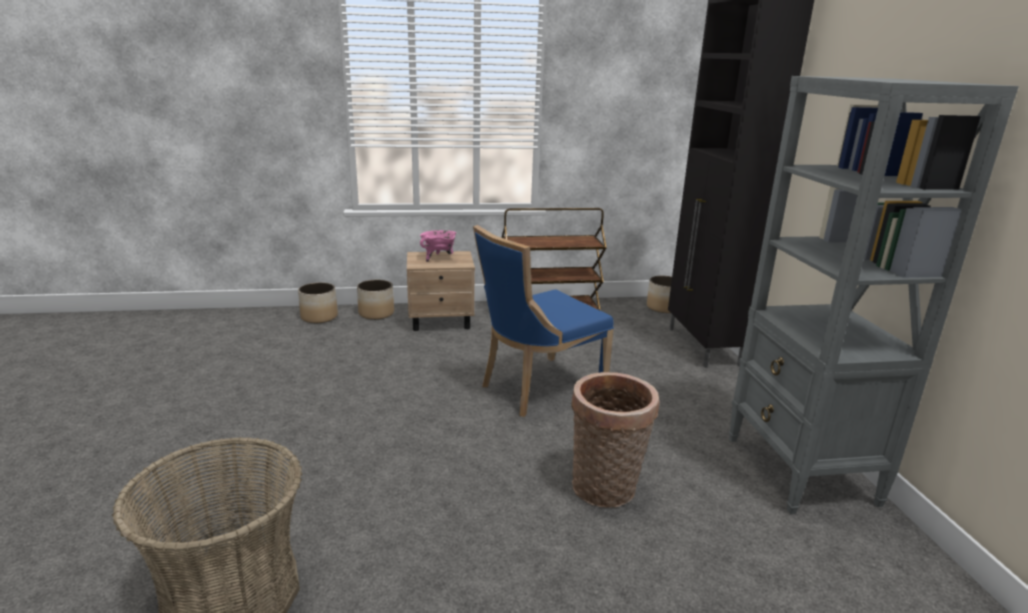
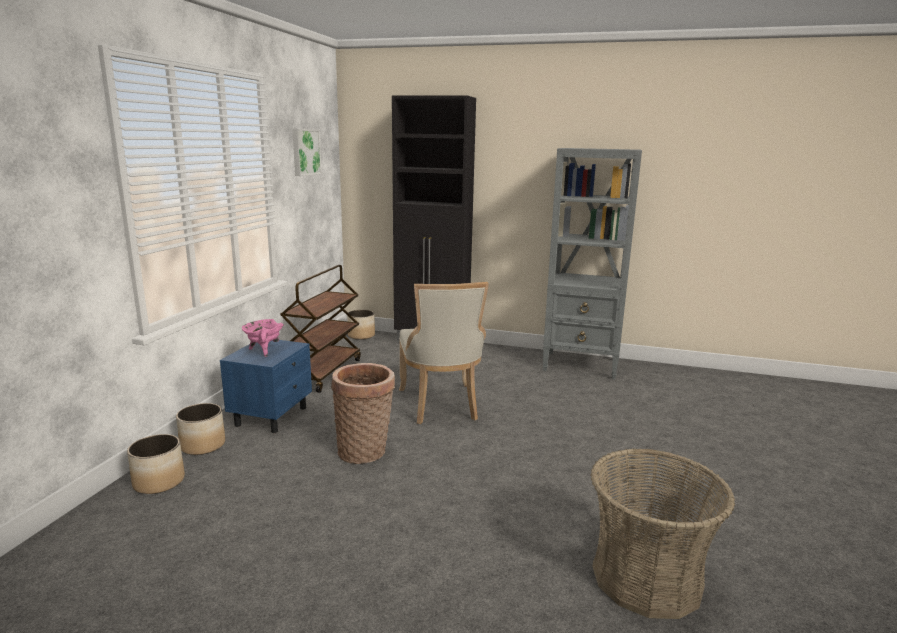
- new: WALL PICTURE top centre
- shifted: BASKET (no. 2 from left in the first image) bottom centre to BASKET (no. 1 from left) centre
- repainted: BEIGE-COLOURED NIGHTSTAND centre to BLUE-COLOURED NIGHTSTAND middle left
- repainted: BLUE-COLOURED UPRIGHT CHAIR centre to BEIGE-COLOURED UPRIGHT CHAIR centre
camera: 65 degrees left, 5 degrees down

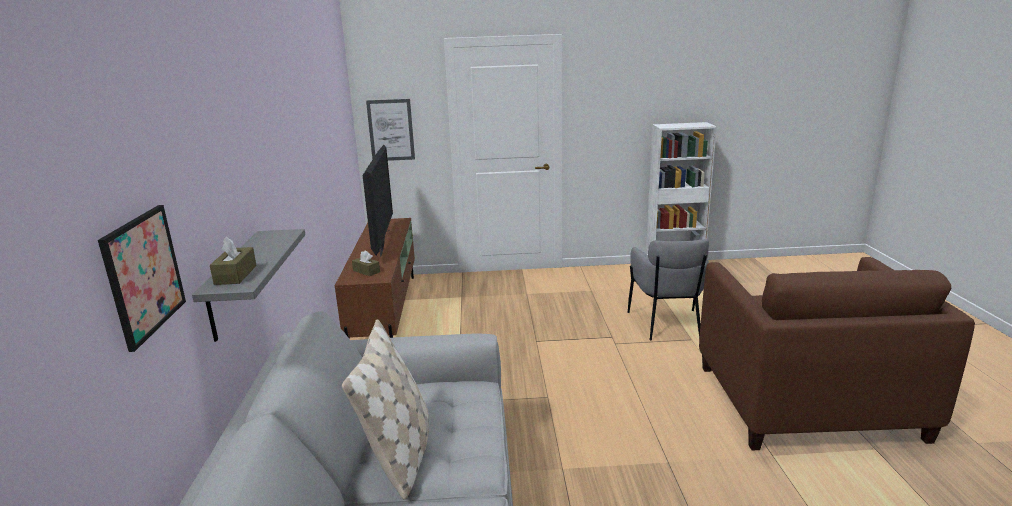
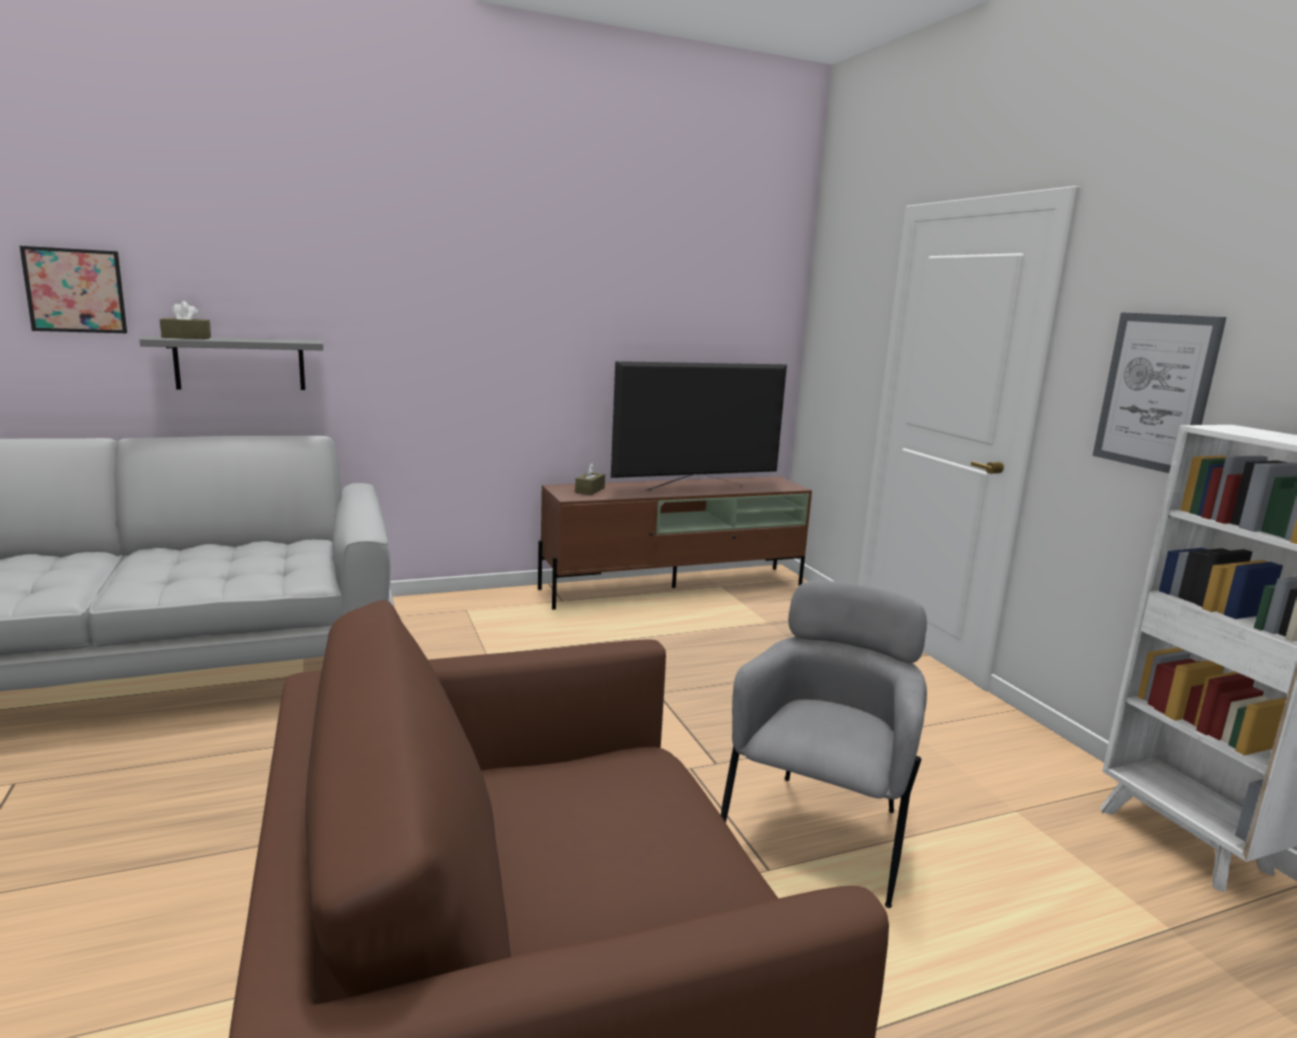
- gone: BEIGE-COLOURED CUSHION bottom centre
- shifted: WALL PICTURE (no. 2 from left) top centre to middle right
- rotated: GRAY ARMCHAIR centre = bottom centre 135 degrees clockwise
camera: 70 degrees right, 5 degrees down

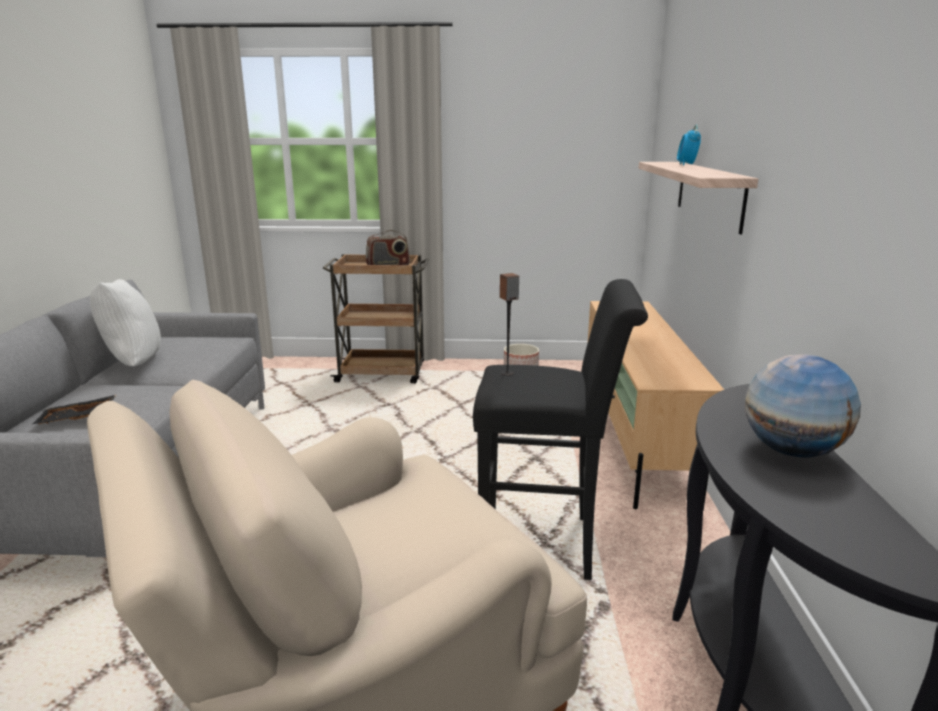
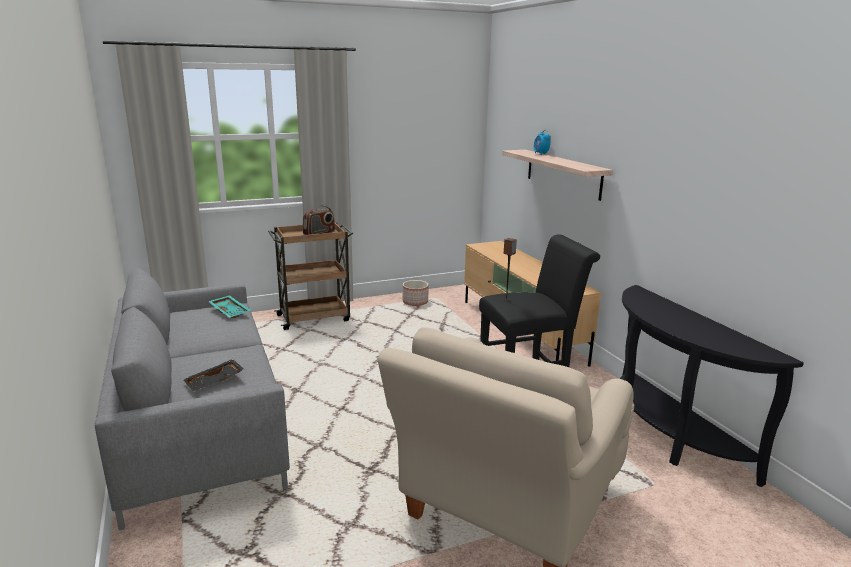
- gone: WHITISH CUSHION middle left
- gone: GLOBE middle right
- new: TURQUOISE CARRYING TRAY middle left
camera: 25 degrees left, 0 degrees up

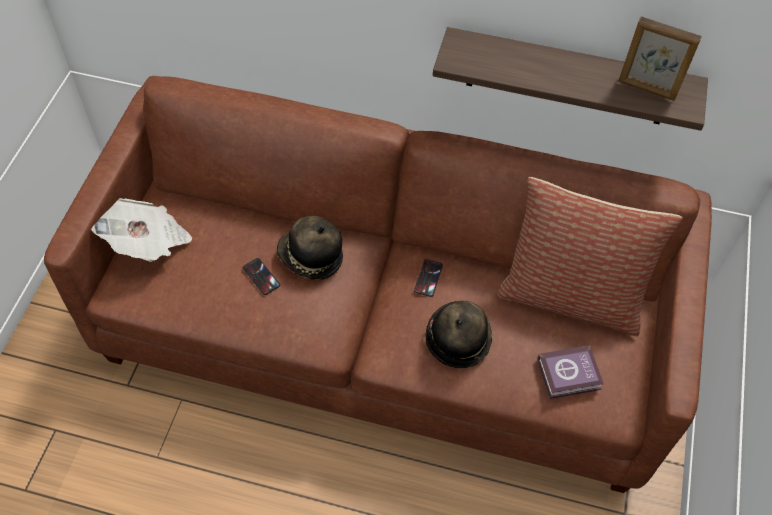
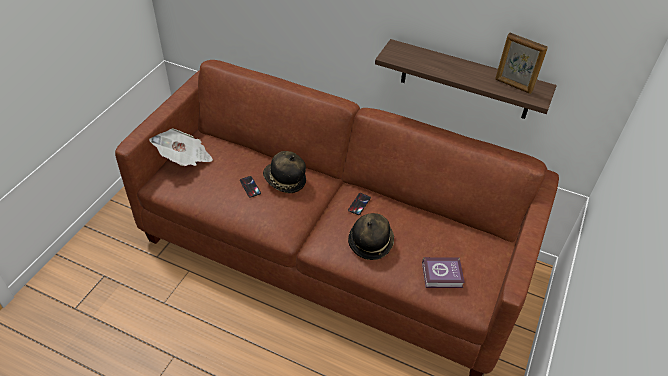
- gone: CUSHION middle right
camera: 10 degrees right, 10 degrees down

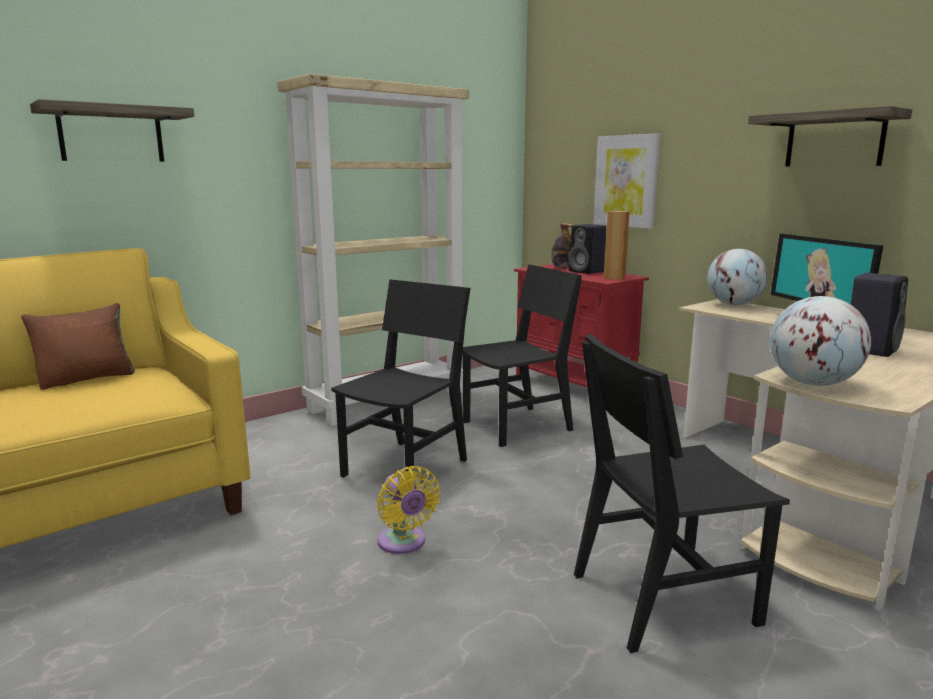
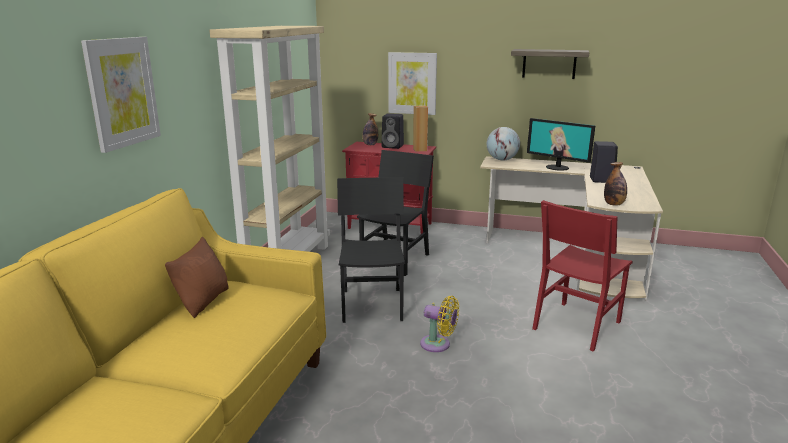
- swapped: BRACKET SHELF (no. 1 from left) top left to WALL PICTURE (no. 1 from left) top left
- swapped: GLOBE (no. 2 from left) middle right to BEVERAGE BOTTLE (no. 2 from left) middle right
- repainted: BLACK UPRIGHT CHAIR (no. 3 from left) bottom right to RED-COLOURED UPRIGHT CHAIR middle right
camera: 35 degrees left, 5 degrees up

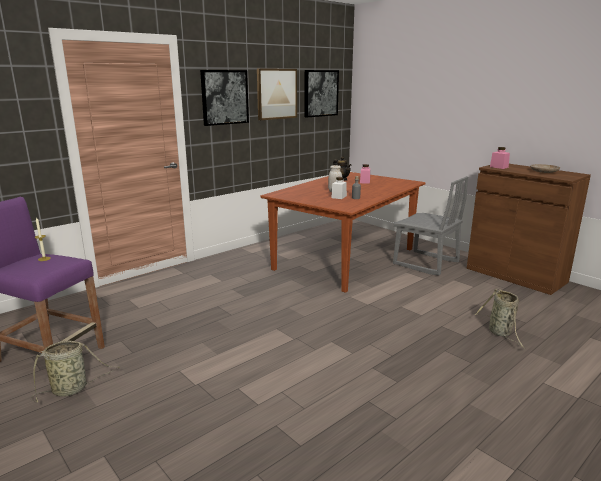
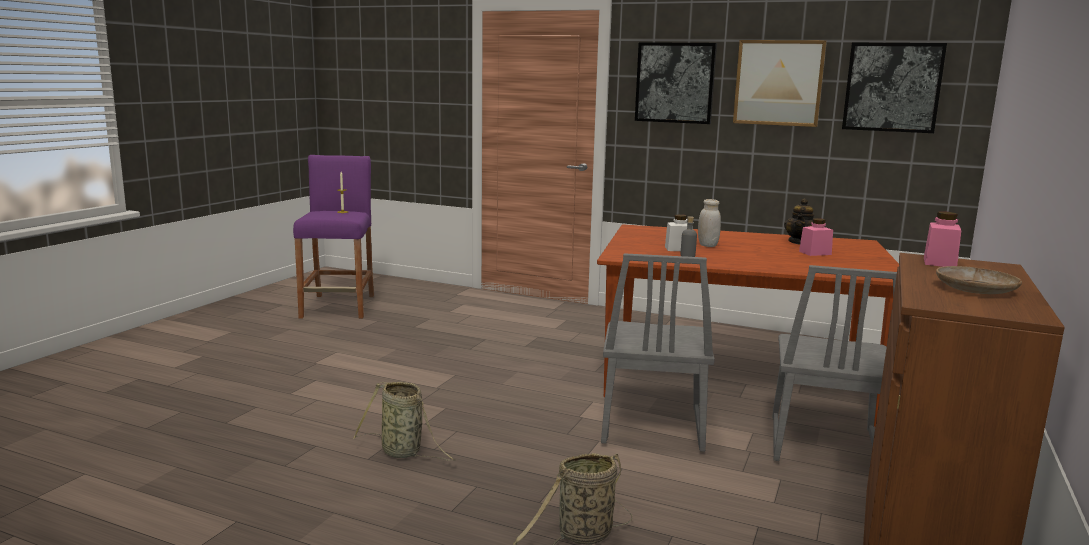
- new: GRAY UPRIGHT CHAIR (no. 1 from left) centre
- shifted: BASKET (no. 1 from left) bottom left to bottom centre
camera: 65 degrees right, 5 degrees down

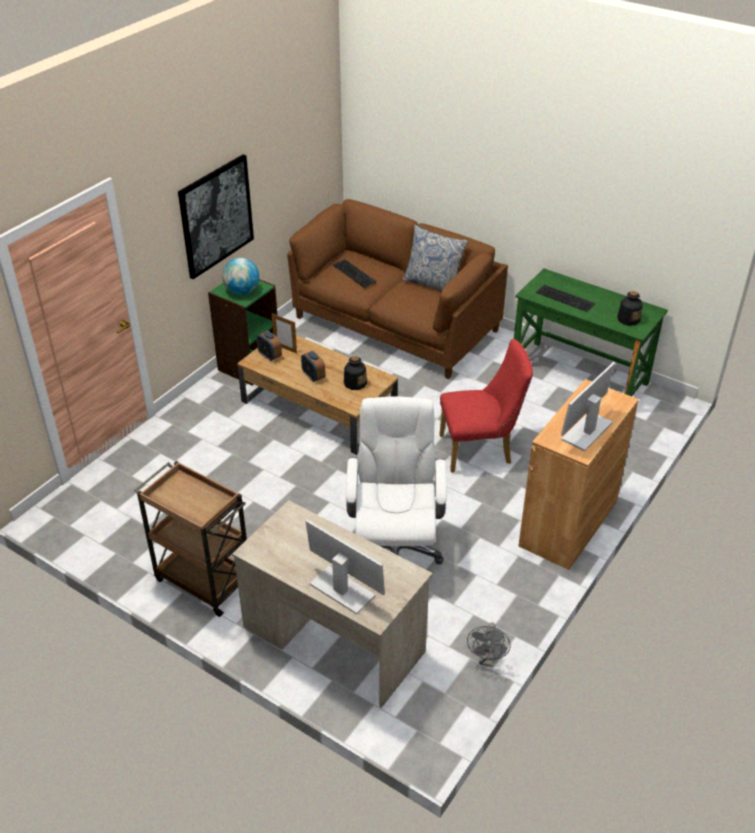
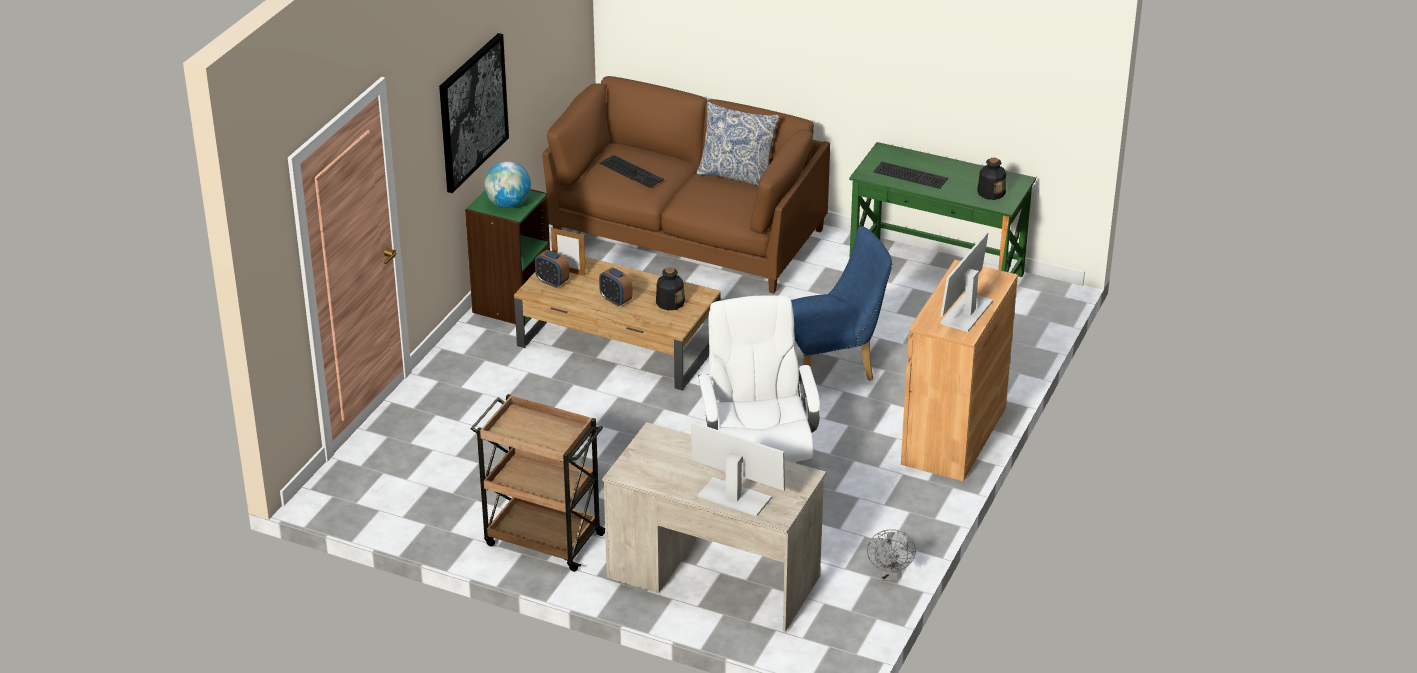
- repainted: RED-COLOURED UPRIGHT CHAIR centre to BLUE-COLOURED UPRIGHT CHAIR centre
camera: 10 degrees left, 5 degrees down

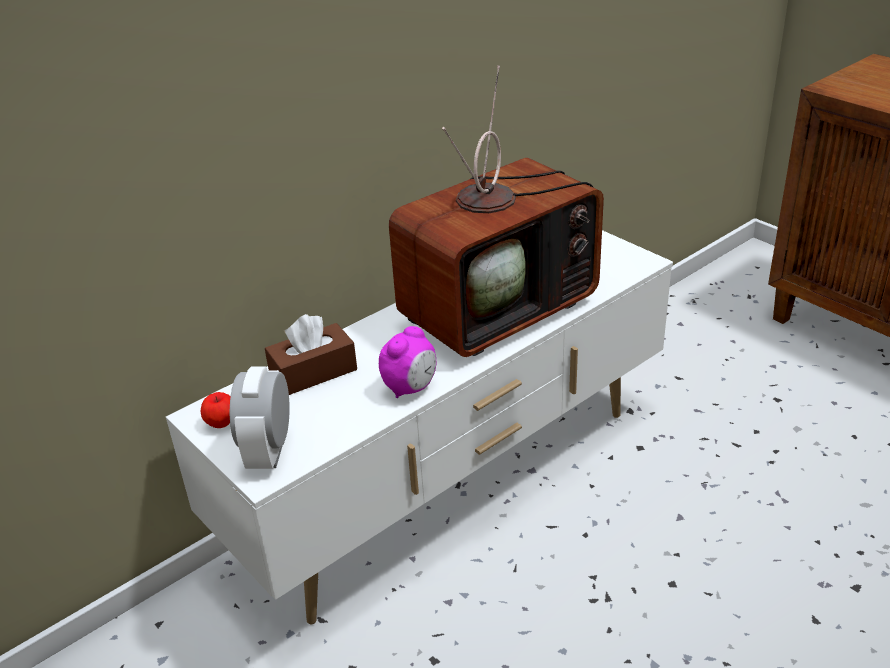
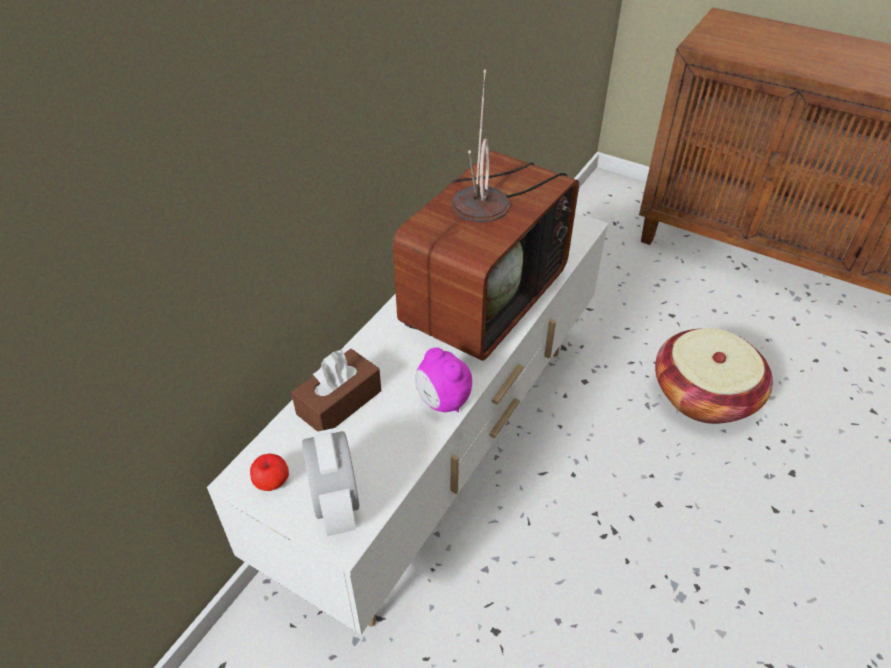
- new: BASKET middle right
- rotated: ALARM CLOCK (no. 2 from left) centre = centre 120 degrees clockwise
camera: 20 degrees left, 10 degrees up

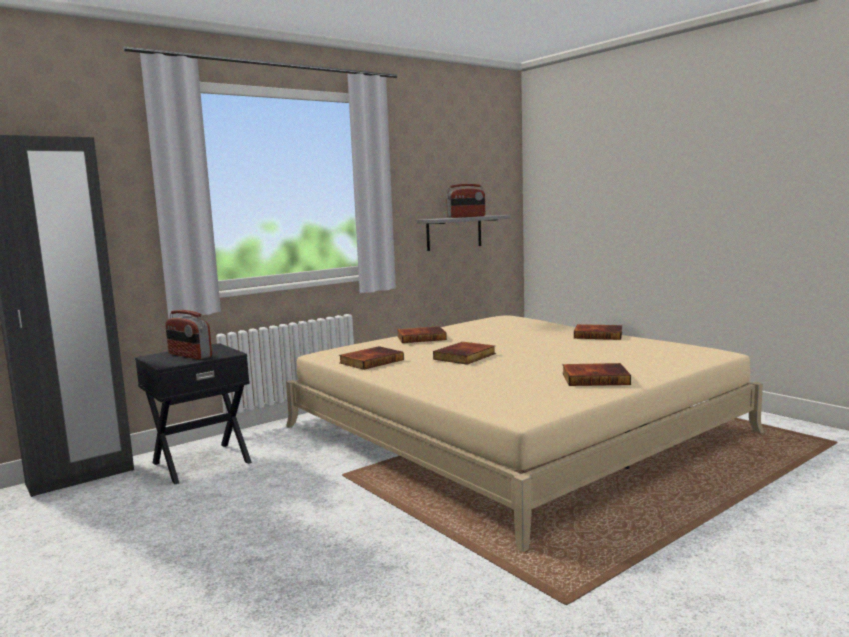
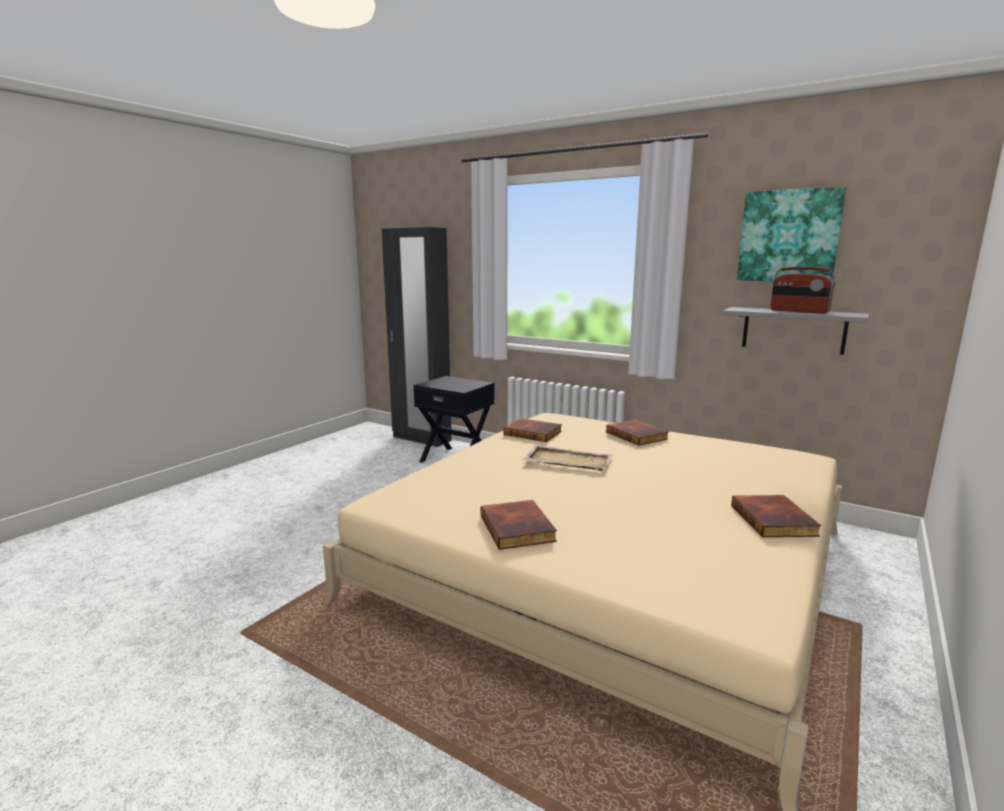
- gone: RADIO (no. 1 from left) middle left
- new: WALL PICTURE top right
- swapped: BOUND BOOK (no. 3 from left) centre to BEIGE-COLOURED CARRYING TRAY centre
camera: 70 degrees right, 5 degrees up

